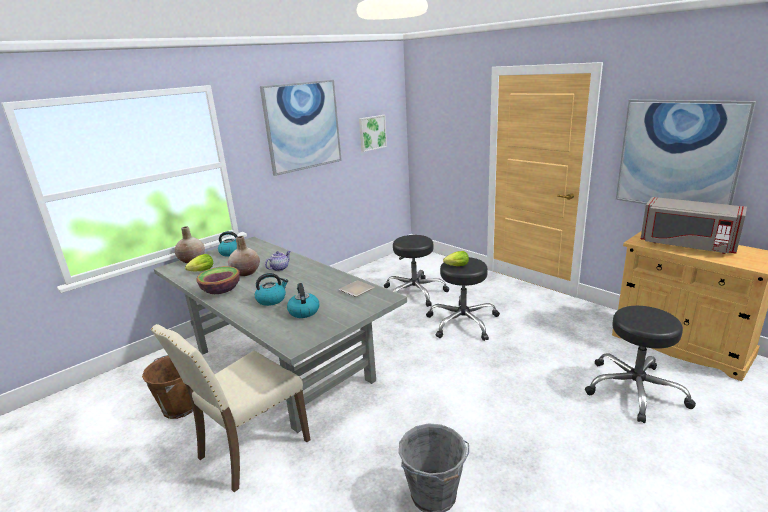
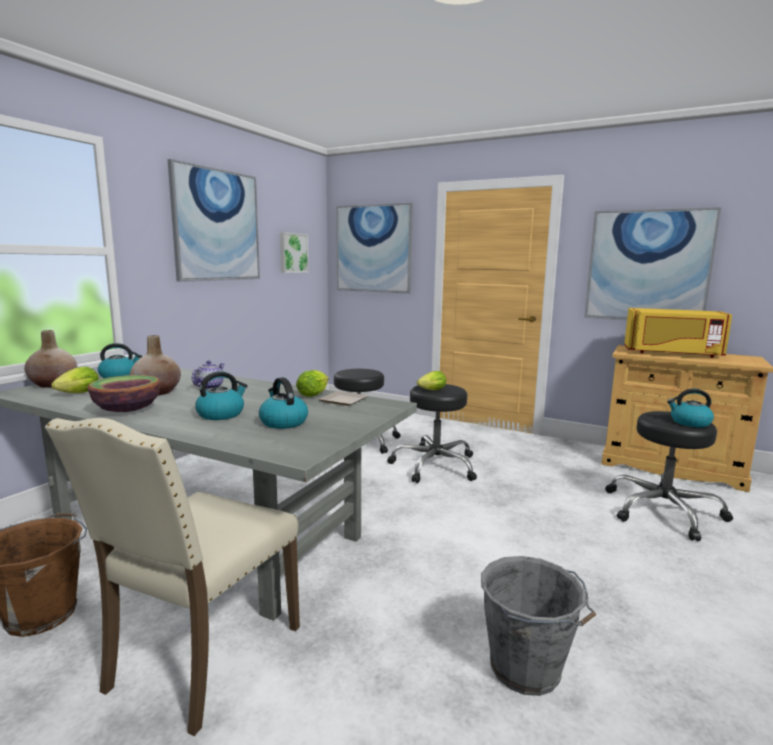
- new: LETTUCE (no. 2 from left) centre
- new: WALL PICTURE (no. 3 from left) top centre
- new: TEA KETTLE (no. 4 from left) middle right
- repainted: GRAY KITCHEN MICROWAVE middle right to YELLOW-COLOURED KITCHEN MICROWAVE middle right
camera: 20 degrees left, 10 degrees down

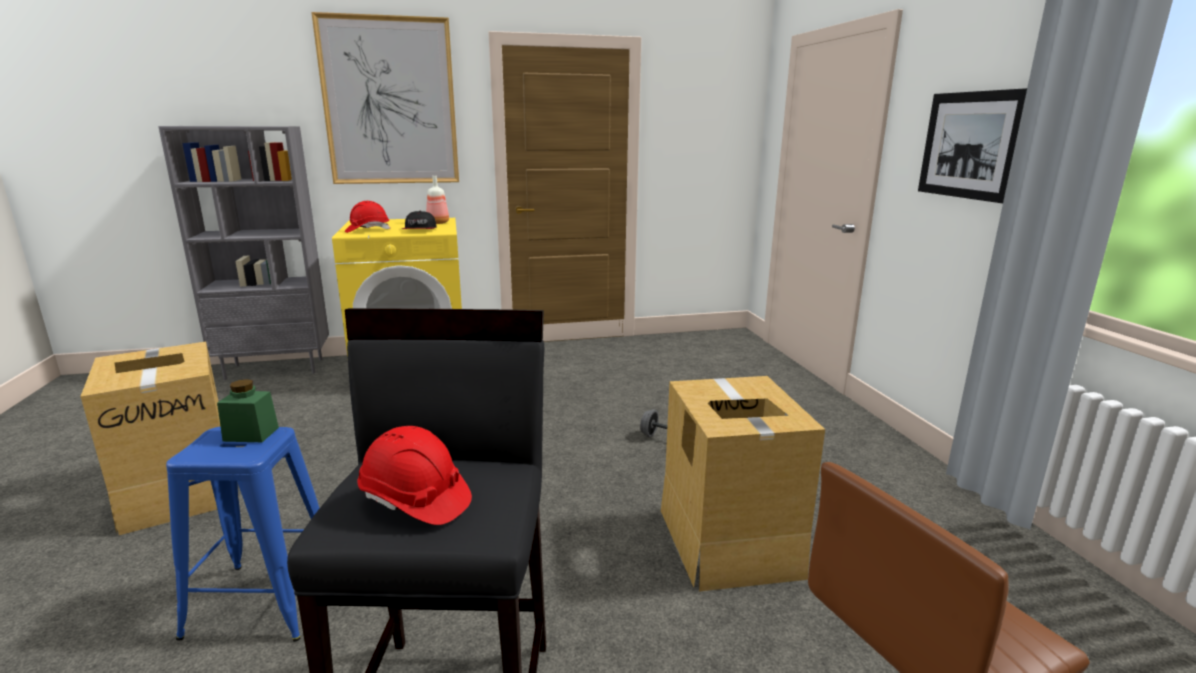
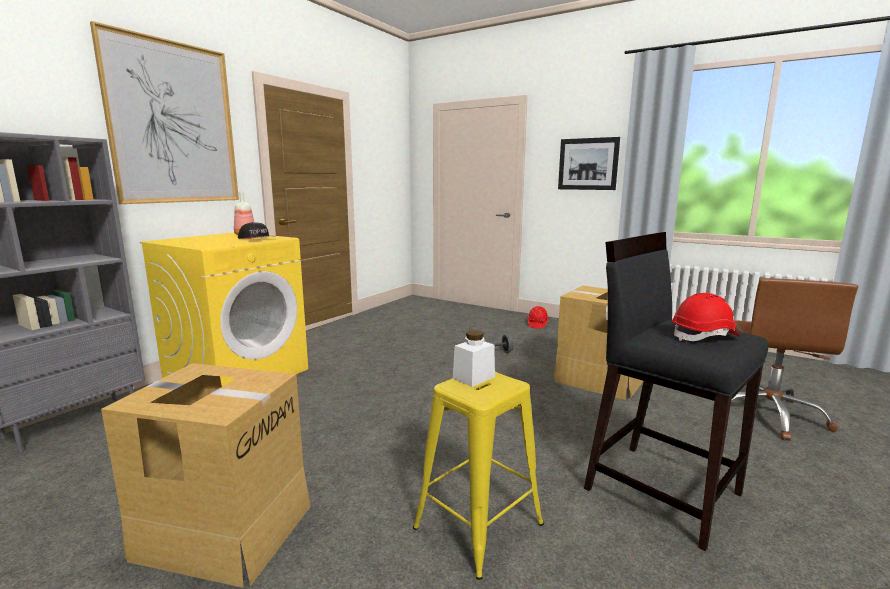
- shifted: RED-COLOURED SAFETY HELMET (no. 1 from left) top left to centre
- repainted: BLUE-COLOURED STOOL SEAT bottom left to YELLOW-COLOURED STOOL SEAT bottom centre
- repainted: GREENISH PRESERVE JAR middle left to WHITISH PRESERVE JAR centre
camera: 45 degrees left, 5 degrees down

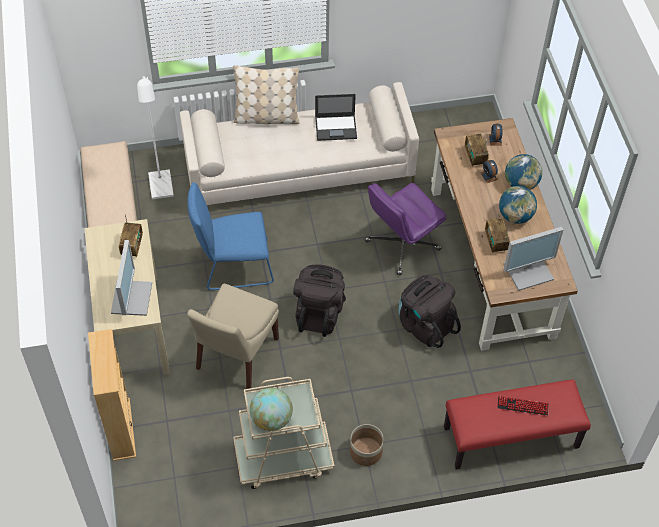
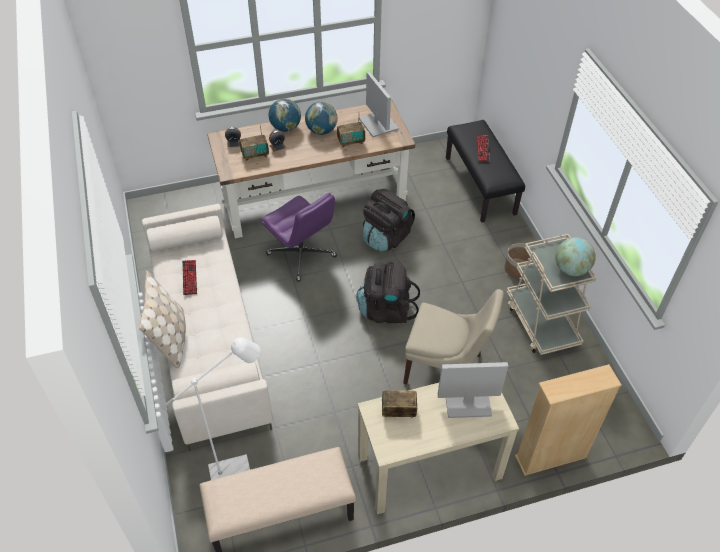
- gone: BLUE-COLOURED UPRIGHT CHAIR centre
- swapped: LAPTOP top centre to COMPUTER KEYBOARD (no. 1 from left) middle left
- repainted: RED-COLOURED INDOOR BENCH bottom right to BLACK INDOOR BENCH top right
camera: 95 degrees left, 5 degrees down

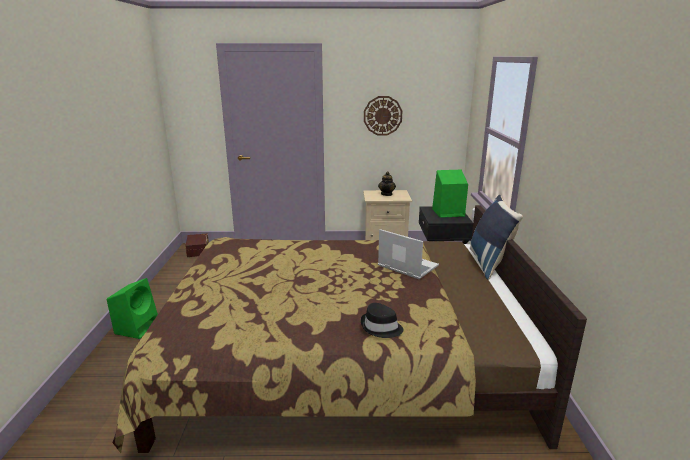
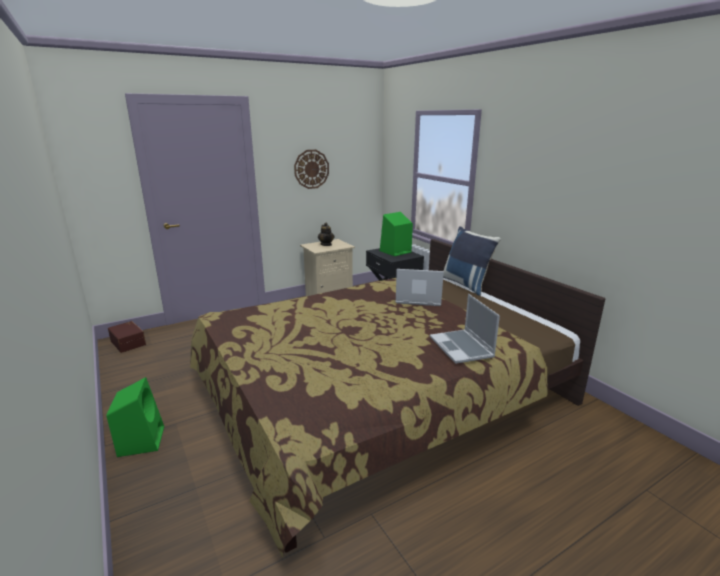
- swapped: BLACK WEARABLE HAT bottom centre to LAPTOP (no. 2 from left) centre
camera: 30 degrees left, 0 degrees up

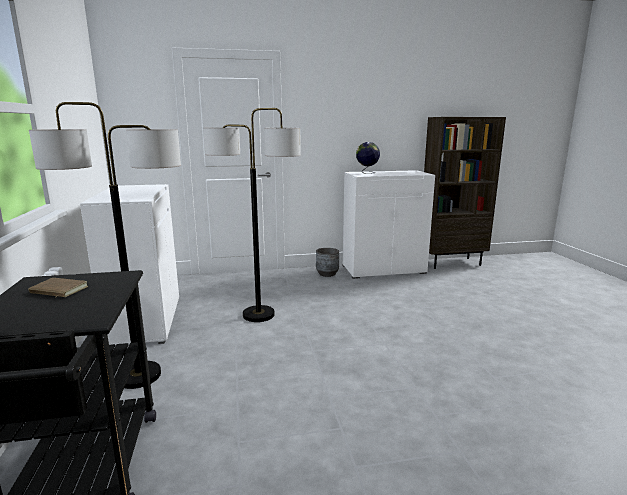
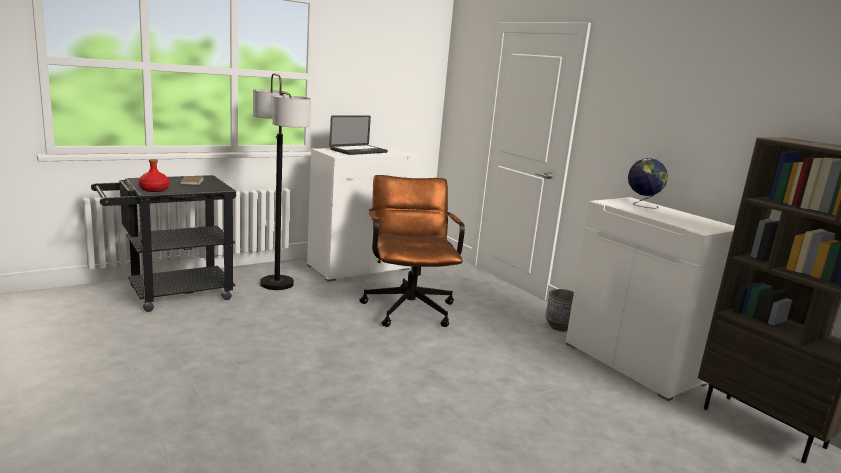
- new: RED-COLOURED BEVERAGE BOTTLE middle left
- new: LAPTOP top centre
- swapped: STANDING LAMP (no. 2 from left) centre to BROWN-COLOURED OFFICE CHAIR centre
camera: 65 degrees right, 0 degrees up

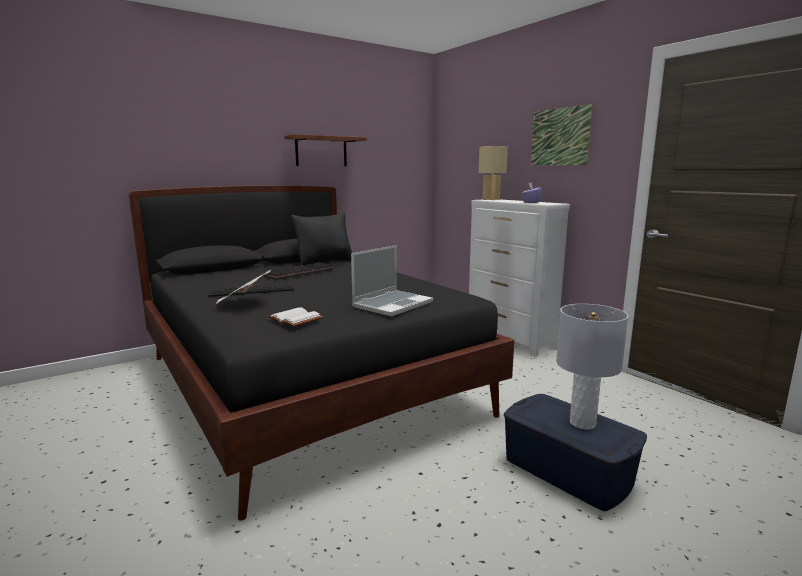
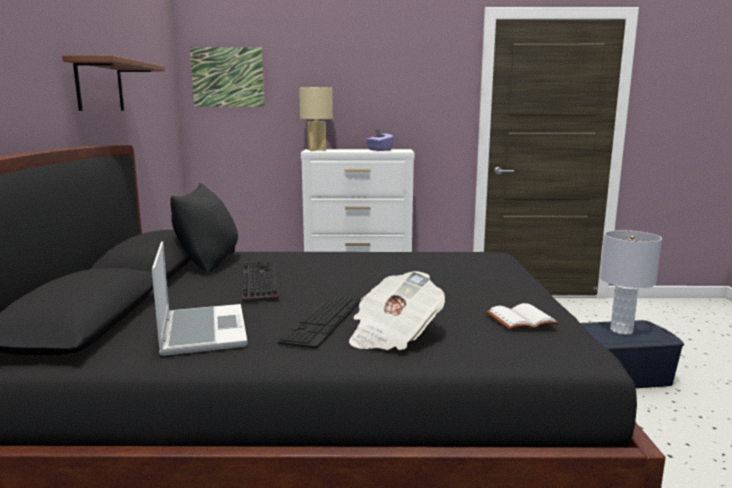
- shifted: LAPTOP centre to middle left
- shifted: WALL PICTURE top right to top left
camera: 55 degrees left, 0 degrees up

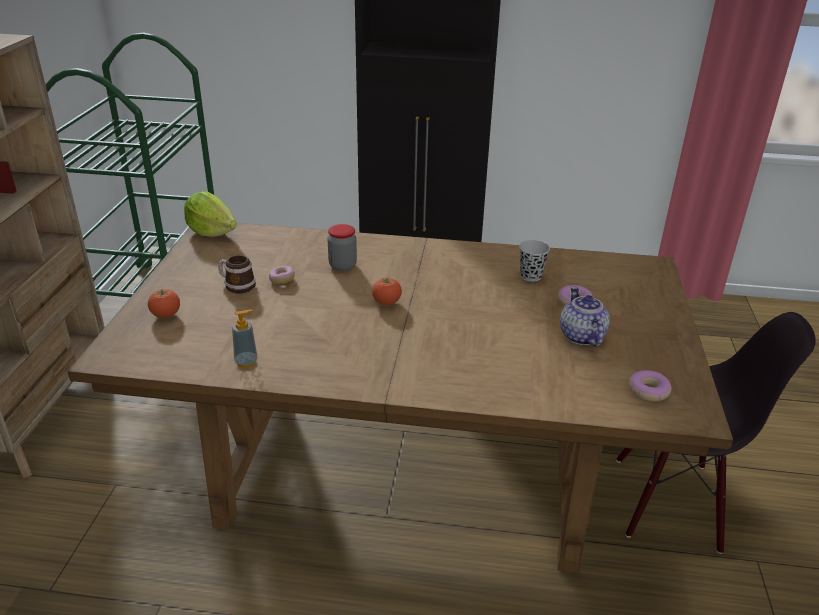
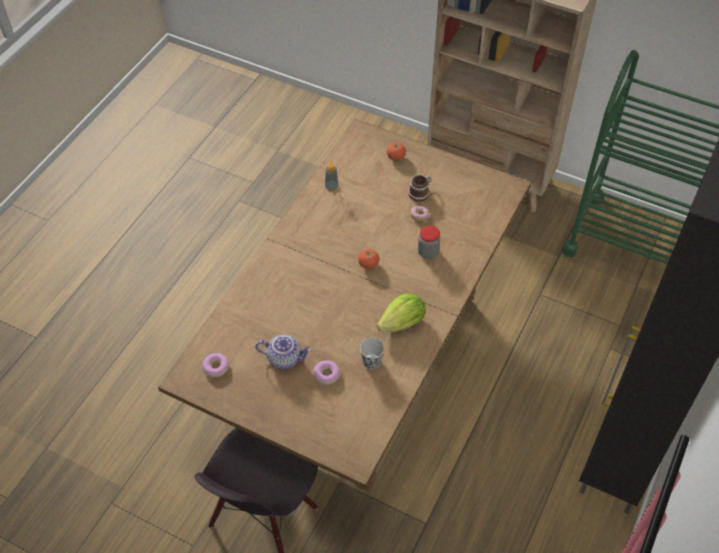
- shifted: LETTUCE middle left to centre
camera: 110 degrees right, 20 degrees up

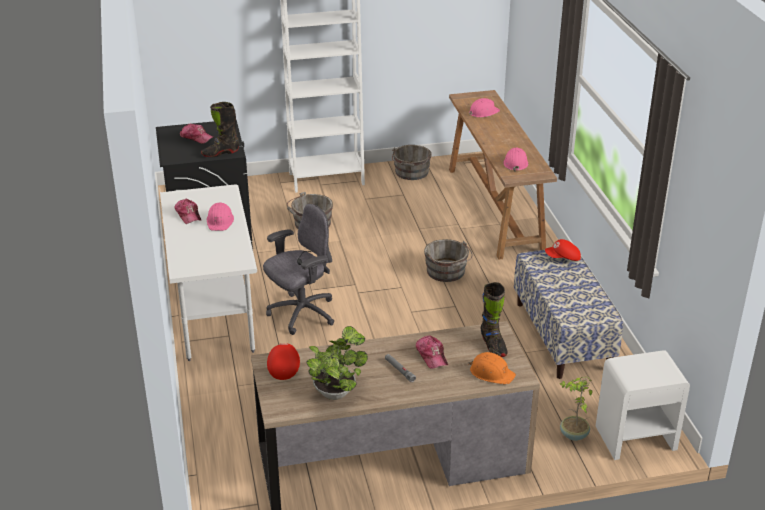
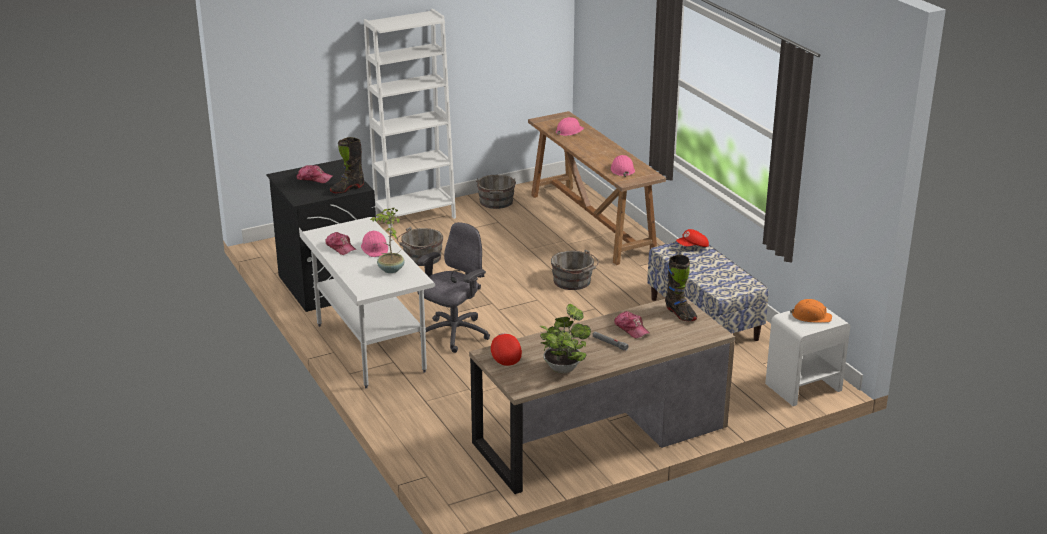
- shifted: ORANGE-COLOURED SAFETY HELMET bottom centre to middle right
- shifted: HOUSEPLANT (no. 2 from left in the first image) bottom right to HOUSEPLANT (no. 1 from left) centre
camera: 15 degrees left, 5 degrees down

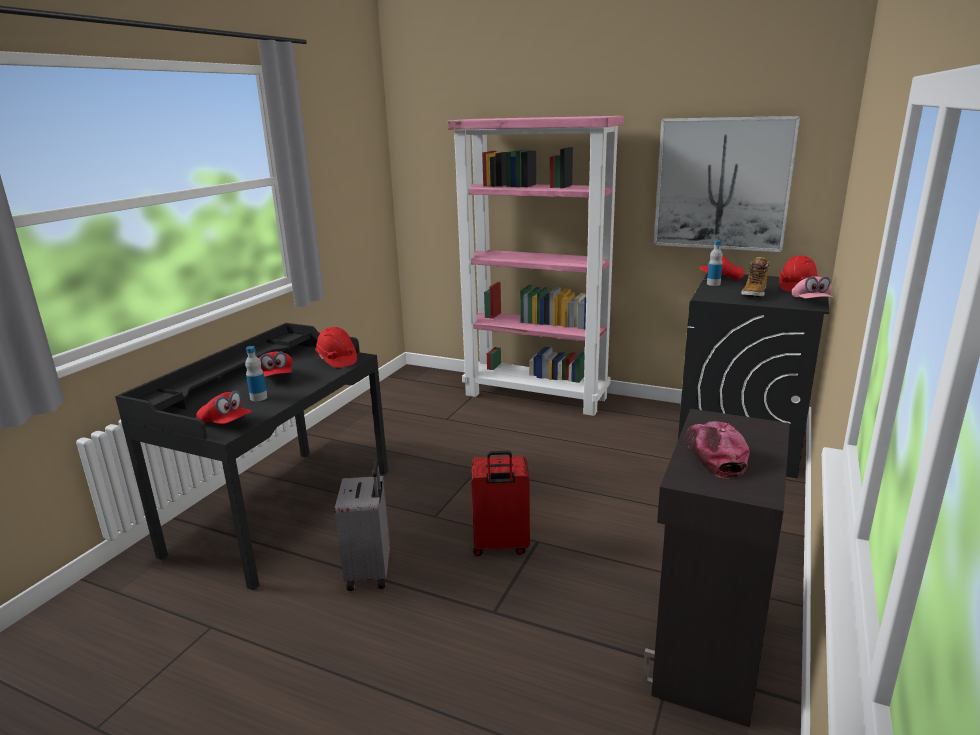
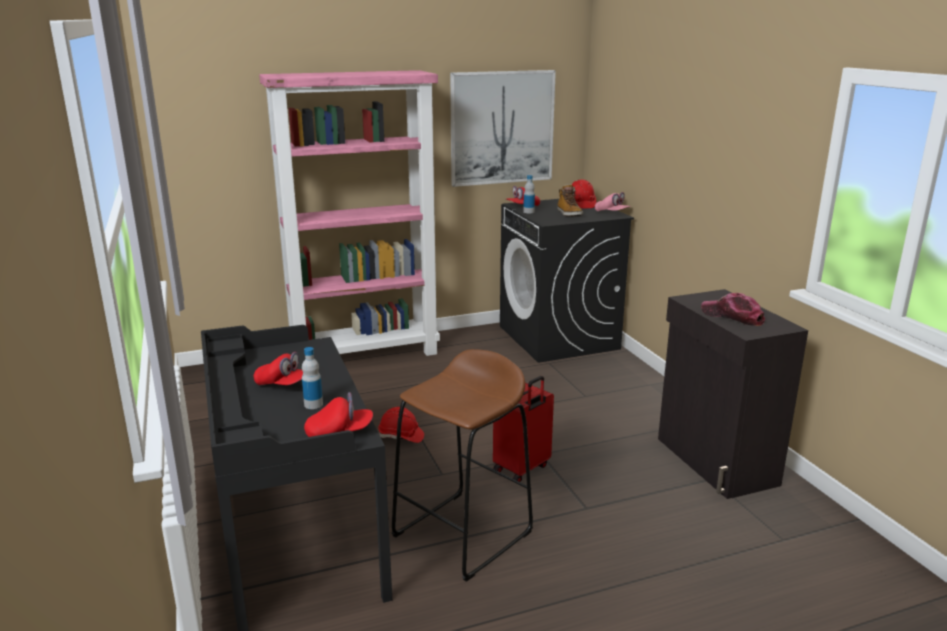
- shifted: RED-COLOURED SAFETY HELMET (no. 1 from left) centre to bottom centre
- swapped: GRAY TRAVEL CASE bottom centre to BROWN-COLOURED STOOL SEAT bottom centre
camera: 45 degrees left, 0 degrees up

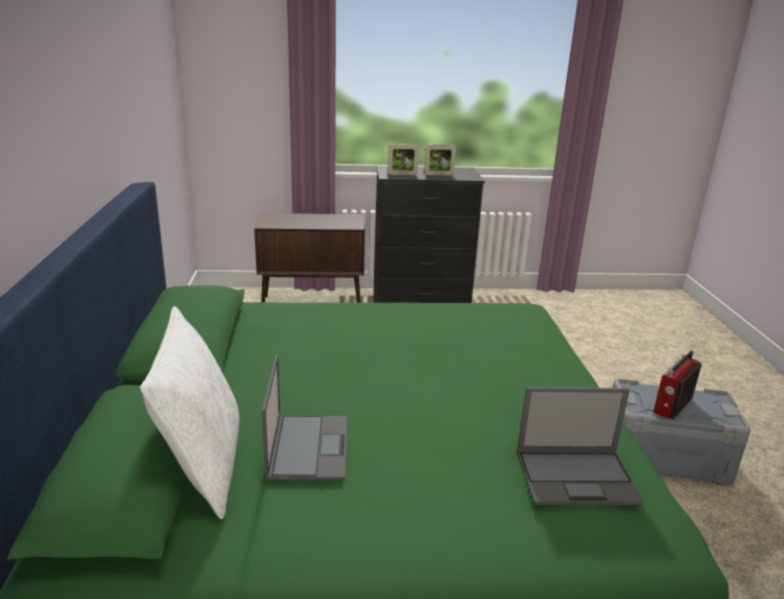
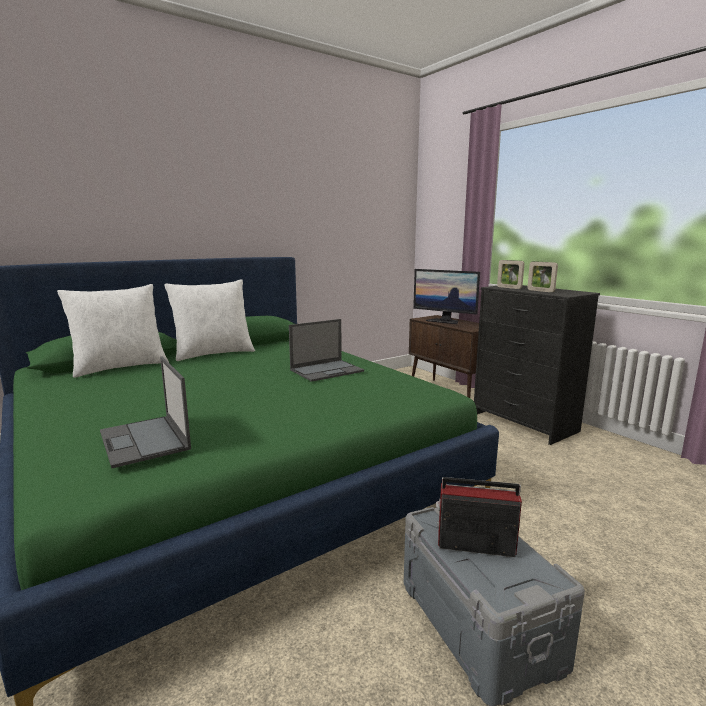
- new: WHITISH CUSHION (no. 2 from left) middle left
- new: MONITOR centre
- shifted: LAPTOP (no. 1 from left in the first image) bottom centre to LAPTOP (no. 2 from left) centre
camera: 60 degrees right, 10 degrees down

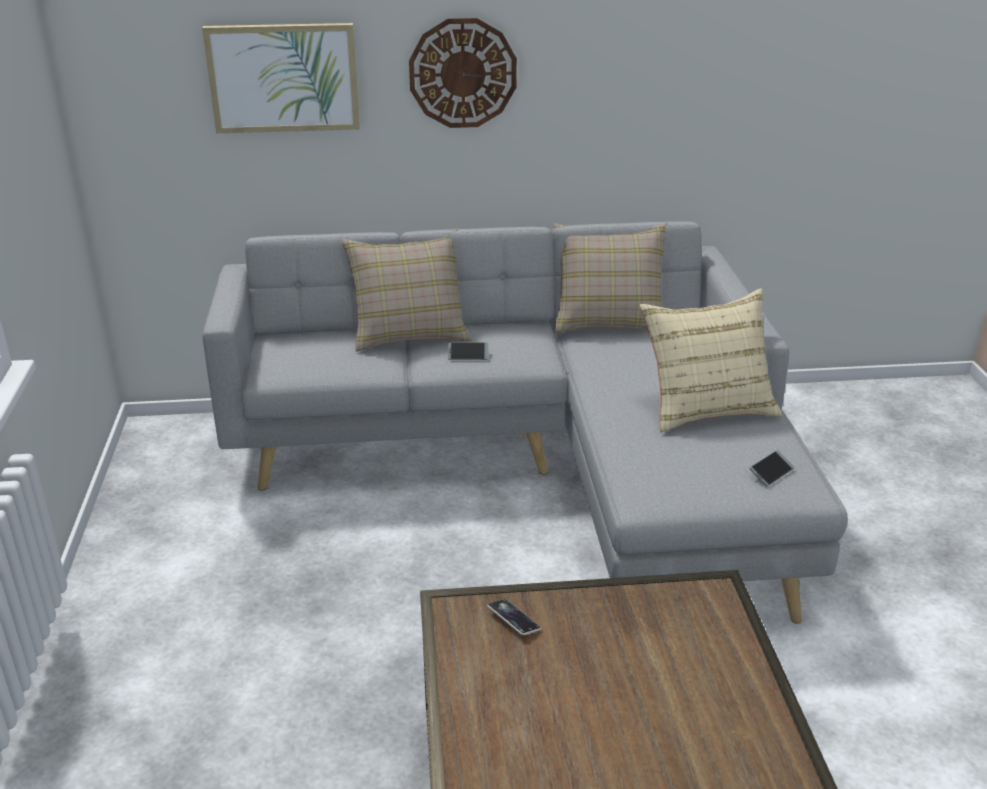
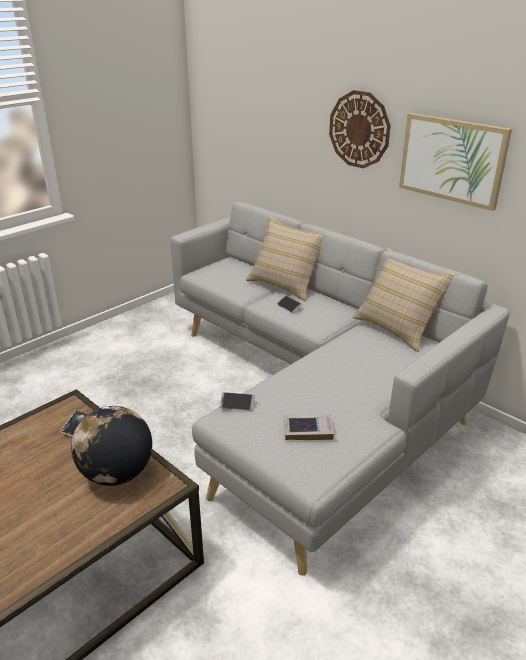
- gone: BEIGE-COLOURED CUSHION (no. 3 from left) middle right
- new: GLOBE bottom left
- new: BOUND BOOK centre
- shifted: WALL PICTURE top left to top right
- shifted: PHONE (no. 3 from left in the first image) middle right to PHONE (no. 2 from left) centre
camera: 50 degrees right, 0 degrees up

